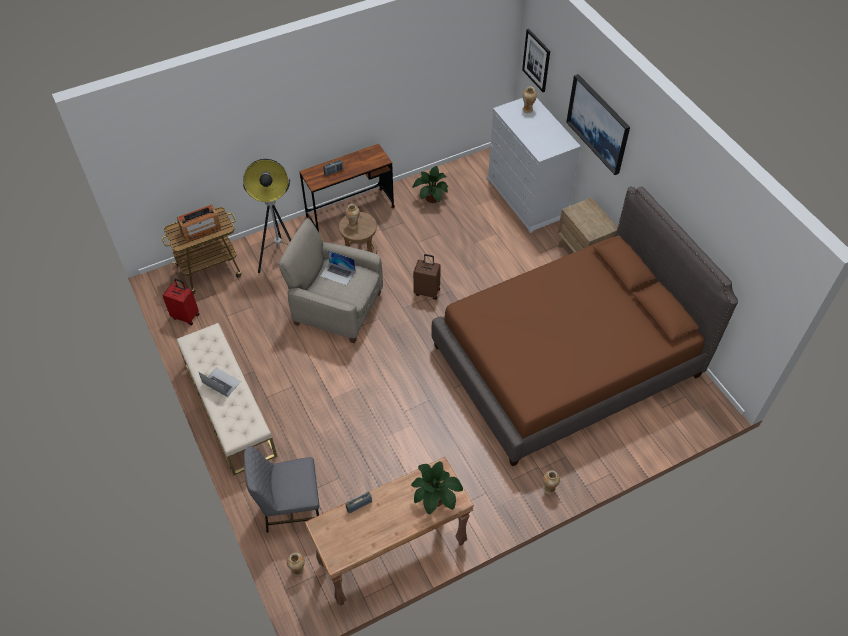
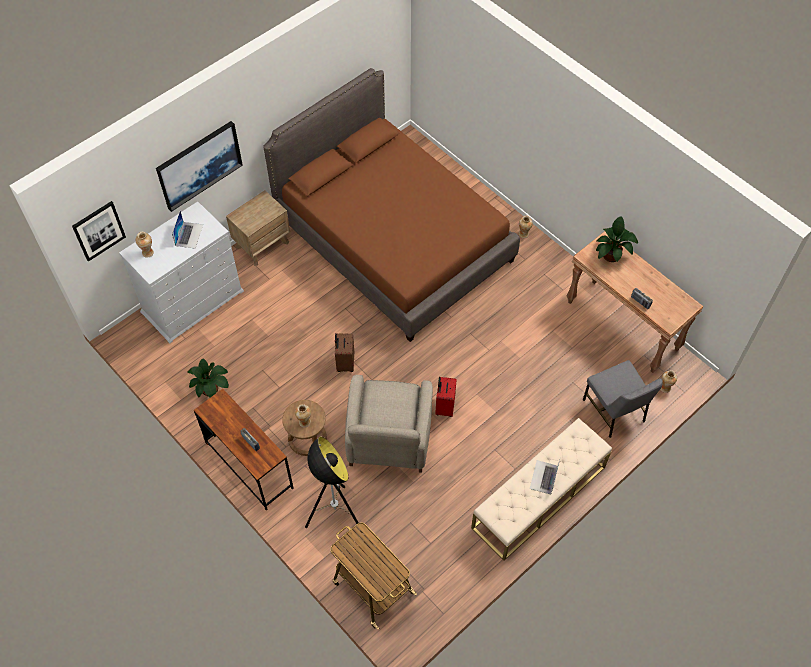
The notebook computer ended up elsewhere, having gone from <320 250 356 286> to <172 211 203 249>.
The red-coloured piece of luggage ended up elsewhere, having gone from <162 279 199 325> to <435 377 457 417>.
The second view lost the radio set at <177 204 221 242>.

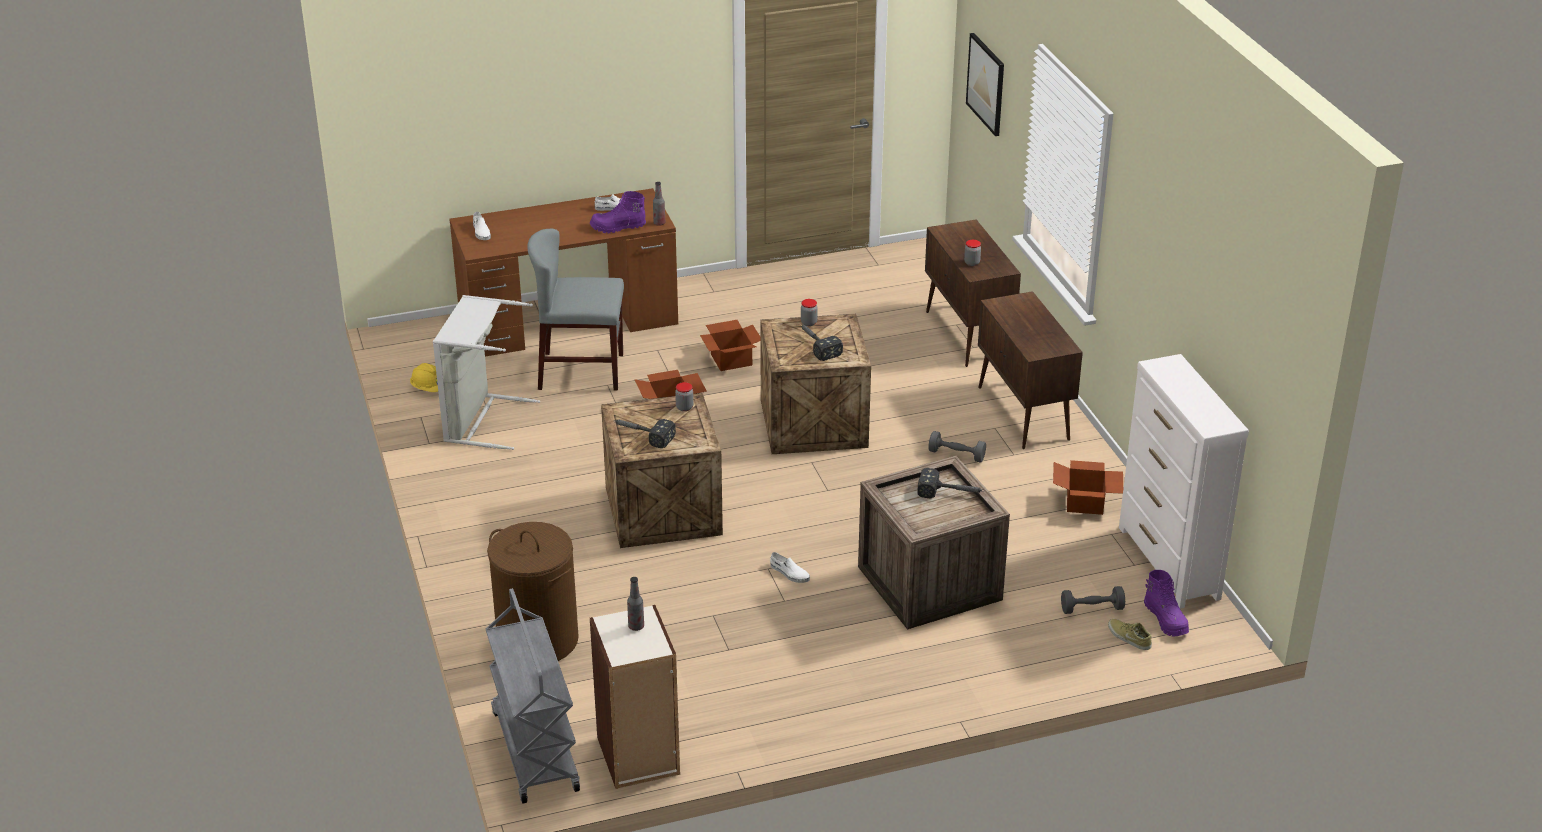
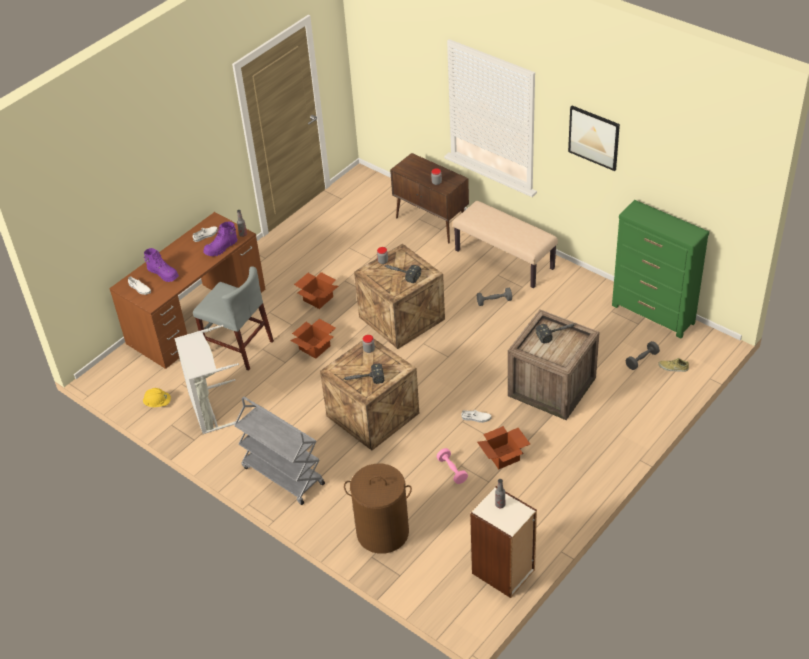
The purple boot ended up elsewhere, having gone from <1144 570 1189 636> to <144 248 179 282>.
The gray plain chair at <527 229 624 391> ended up facing another way, 120 degrees counterclockwise from before.
The gray cart ended up elsewhere, having gone from <486 588 580 804> to <234 397 325 505>.
The second view gained the pink-coloured hand weight at <437 448 468 484>.
Where the brown storage cabinet stood at <978 291 1083 449>, the sand-coloured indoor bench came to stand at <453 201 558 288>.
The carton ended up elsewhere, having gone from <1053 460 1123 515> to <477 426 530 469>.
The wall picture ended up elsewhere, having gone from <966 33 1004 136> to <568 106 620 171>.
What was the white chest of drawers at <1119 354 1249 609> turned into the green-coloured chest of drawers at <612 200 709 338>.

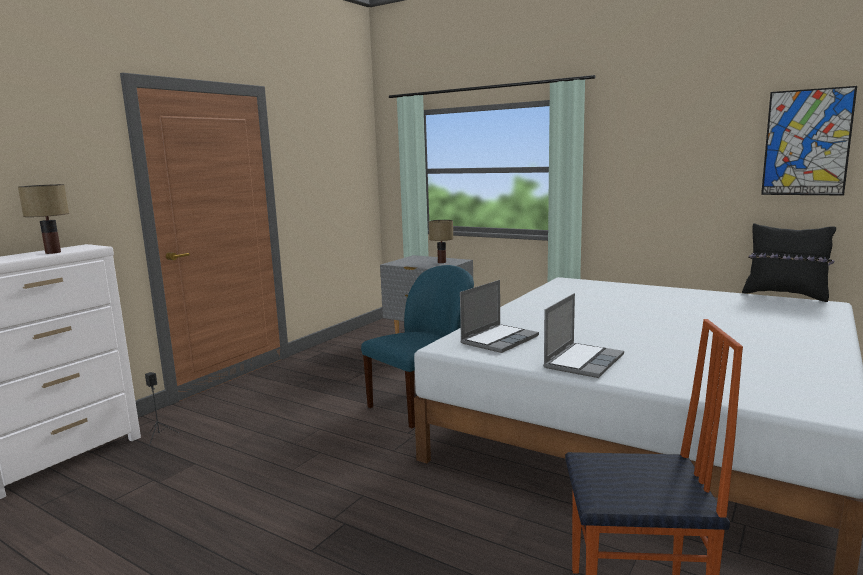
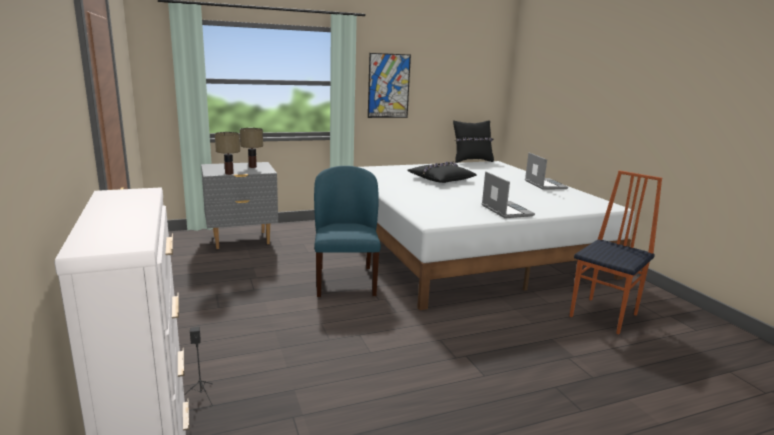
The table lamp ended up elsewhere, having gone from <18 184 69 254> to <215 132 240 175>.
The wall picture ended up elsewhere, having gone from <761 86 857 195> to <368 53 411 118>.
The second view gained the blackish throw pillow at <407 161 477 183>.
The notebook computer ended up elsewhere, having gone from <460 280 539 353> to <525 152 568 190>.

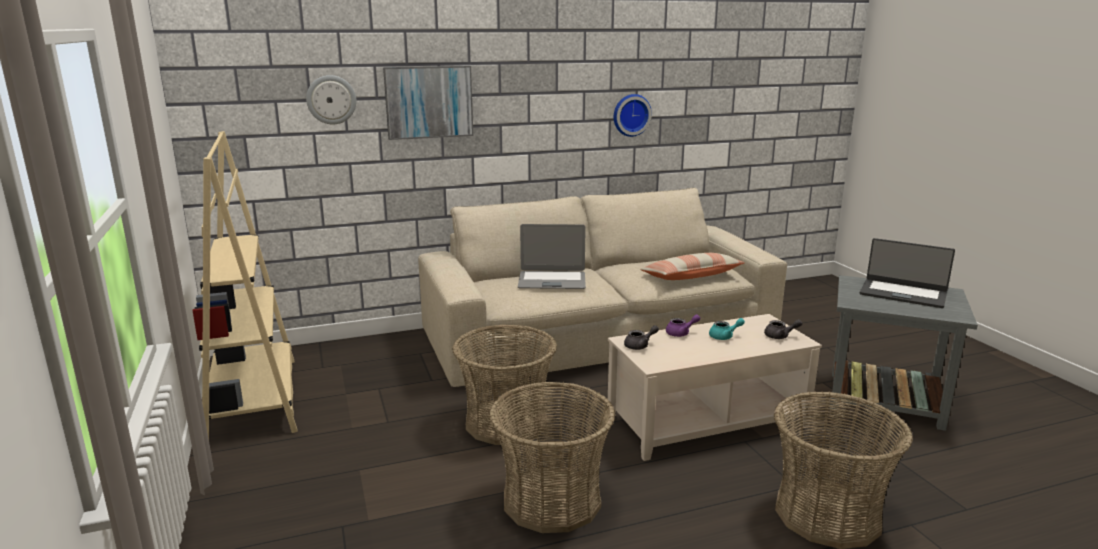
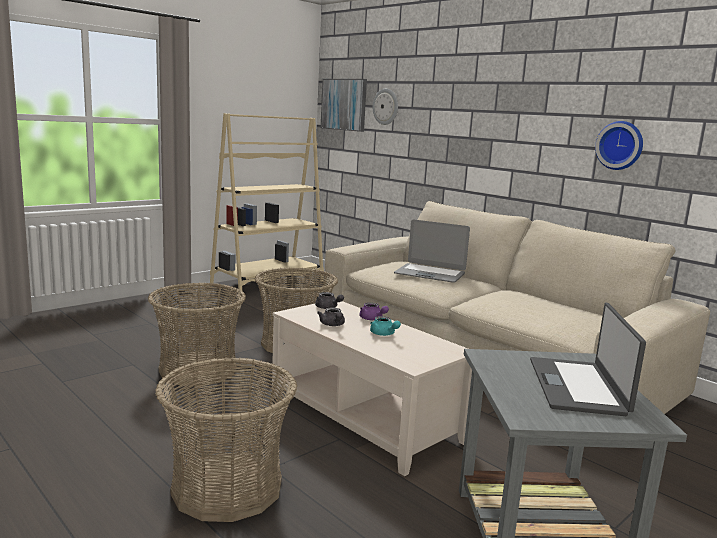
The gray pot for tea ended up elsewhere, having gone from <764 319 803 339> to <317 307 345 326>.
The wall picture ended up elsewhere, having gone from <383 66 473 140> to <321 79 367 132>.
The notebook computer at <518 224 586 289> ended up facing another way, 45 degrees counterclockwise from before.
The second view lost the throw pillow at <640 253 745 280>.

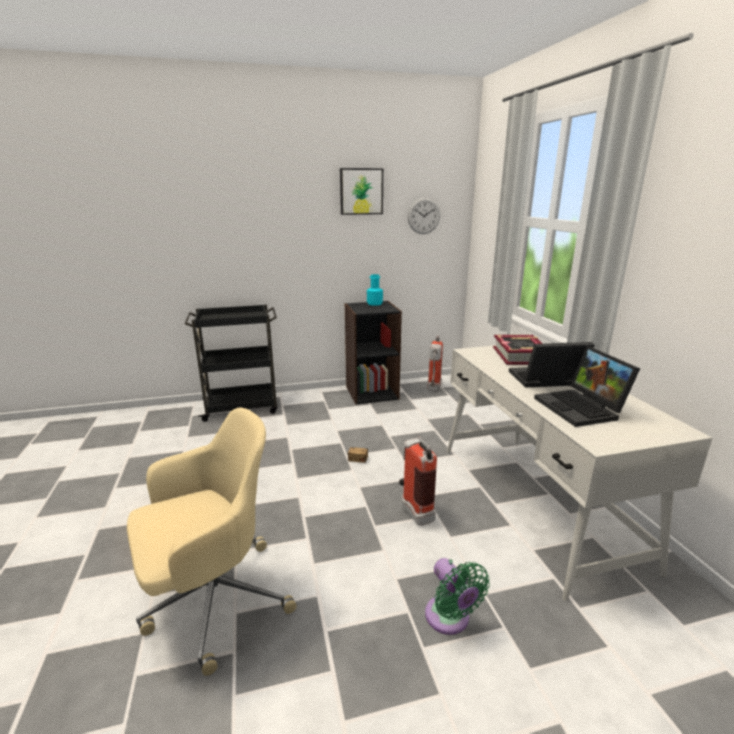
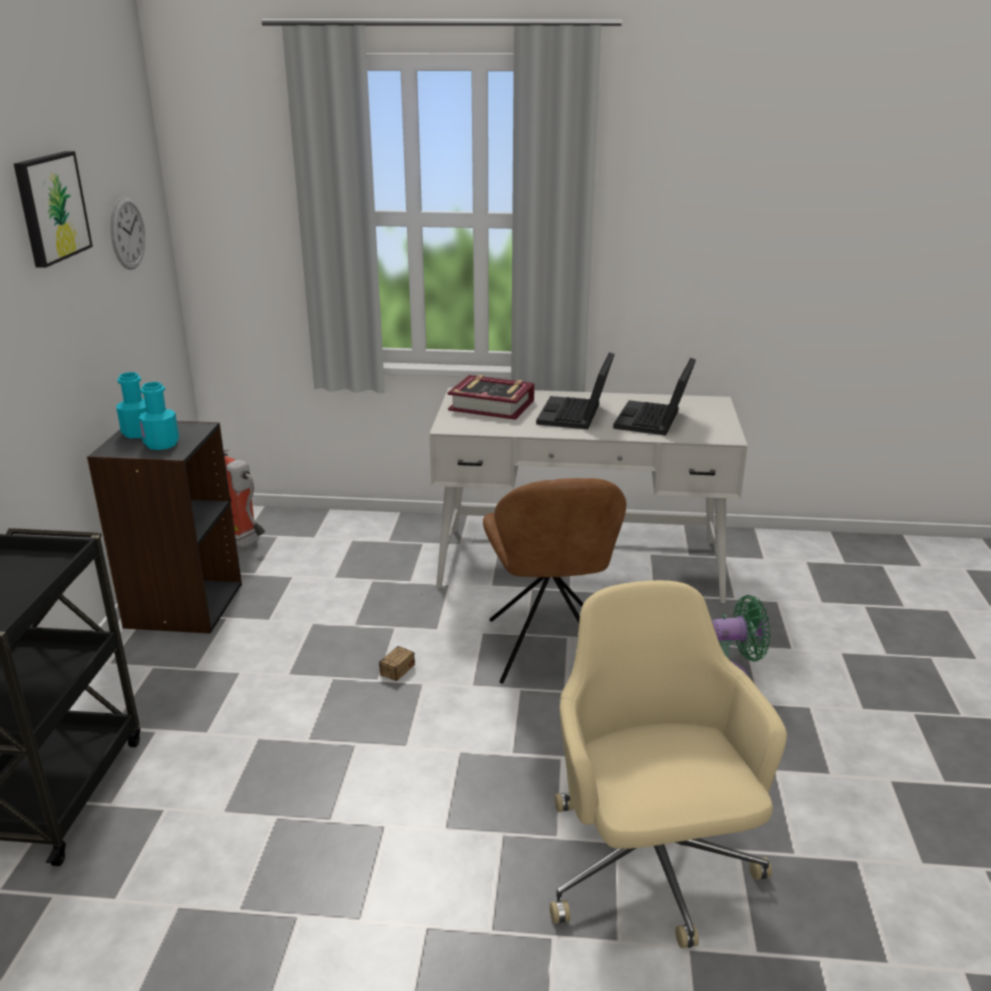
The second view gained the turquoise-coloured bottle at <139 382 179 450>.
Where the fire extinguisher stood at <399 436 437 526>, the brown plain chair came to stand at <483 478 626 684>.
The notebook computer at <534 346 640 427> ended up facing another way, 105 degrees clockwise from before.

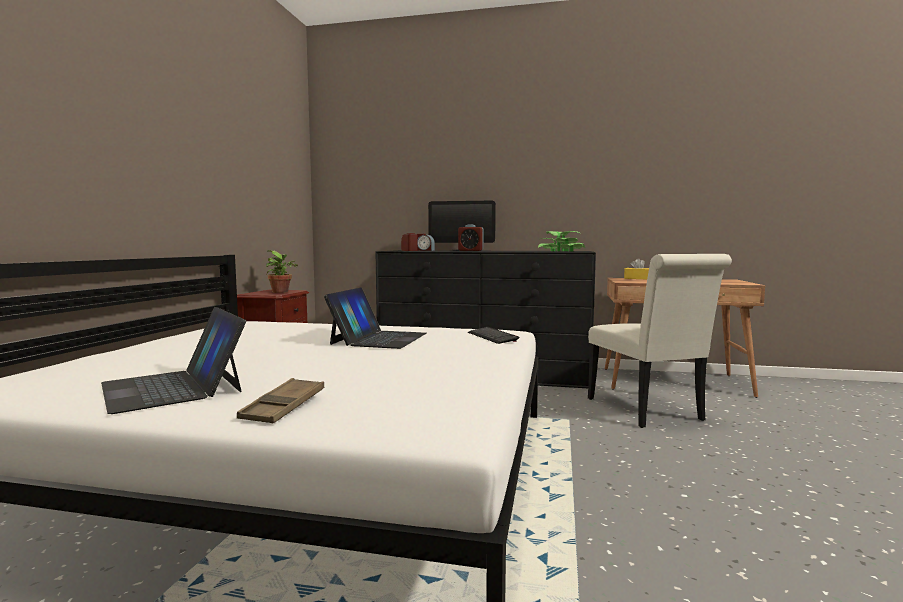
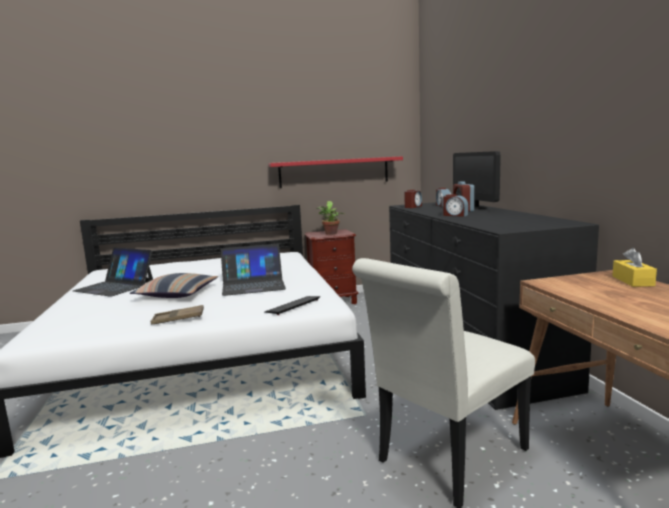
The notebook computer at <101 307 246 414> ended up facing another way, 90 degrees counterclockwise from before.
The second view gained the throw pillow at <130 273 218 298>.
The brown serving tray ended up elsewhere, having gone from <237 378 324 423> to <151 305 204 324>.
The second view gained the red-coloured bracket shelf at <268 156 403 188>.
The second view gained the bedside clock at <443 194 469 217>.
The second view lost the houseplant at <538 231 585 251>.

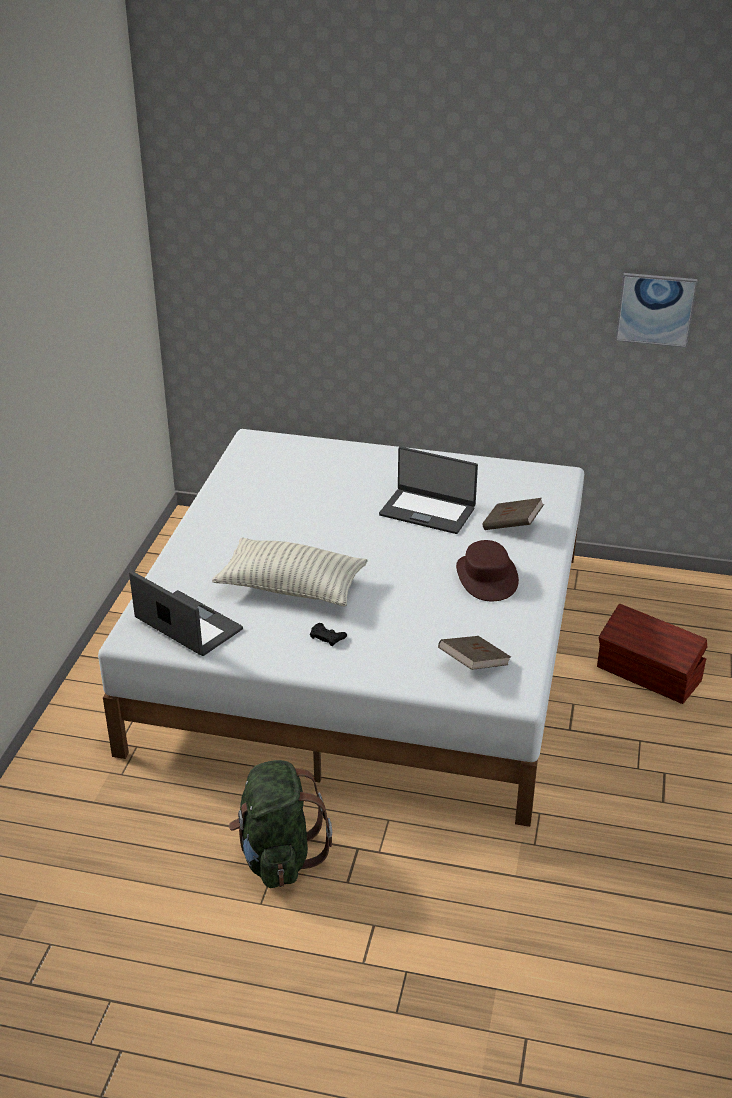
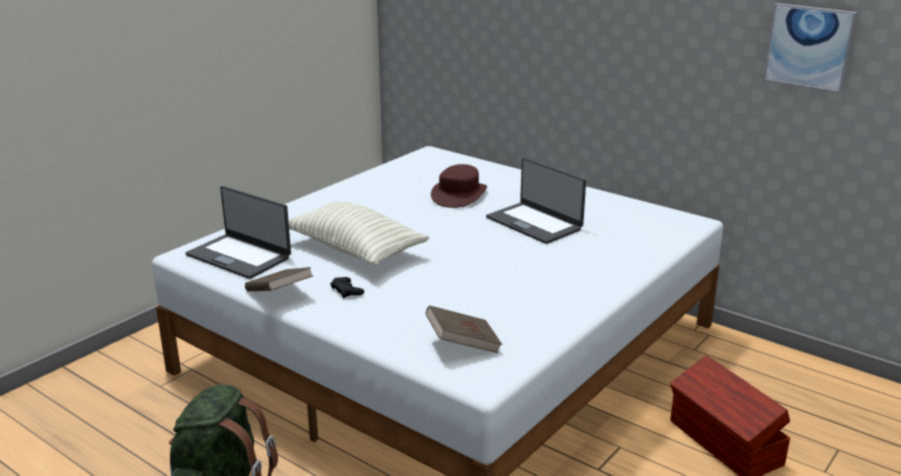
The notebook computer at <129 571 243 656> ended up facing another way, 150 degrees clockwise from before.
The brown bound book ended up elsewhere, having gone from <482 498 544 530> to <245 267 313 292>.
The brown clothing hat ended up elsewhere, having gone from <456 540 519 601> to <431 164 487 208>.

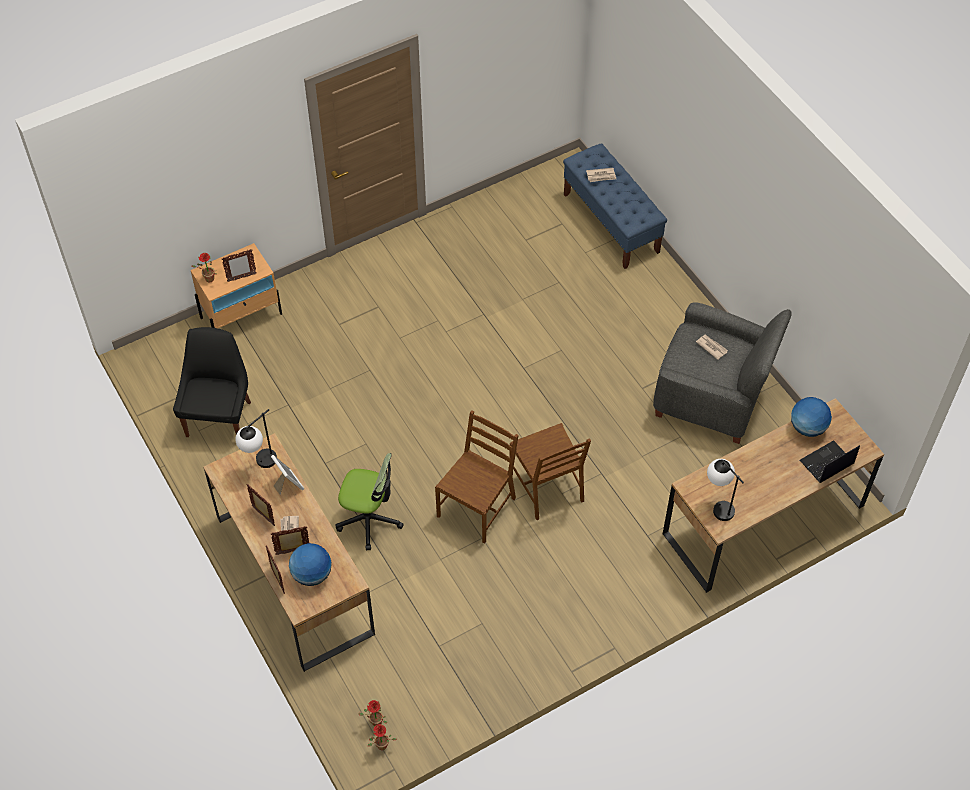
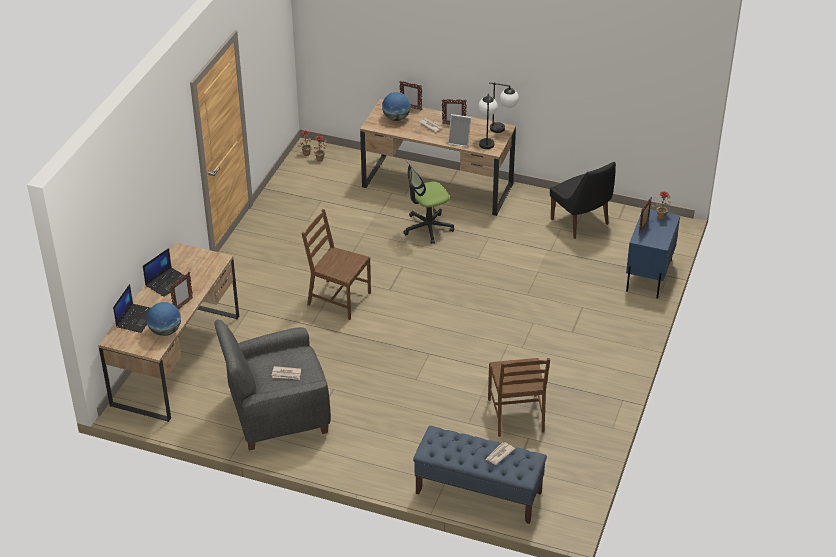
The second view gained the notebook computer at <143 248 184 297>.
The photo frame ended up elsewhere, having gone from <271 526 309 555> to <170 272 193 309>.
The brown plain chair ended up elsewhere, having gone from <435 410 519 544> to <488 358 550 437>.
The table lamp ended up elsewhere, having gone from <707 459 744 521> to <489 82 519 133>.
What was the sand-coloured bedside table at <191 243 282 328> turned into the bluish bedside table at <626 209 680 299>.

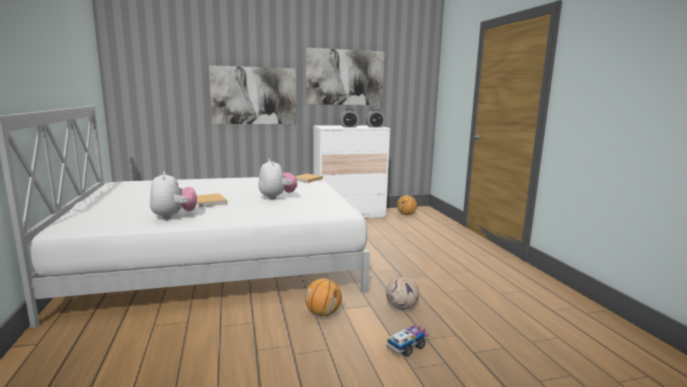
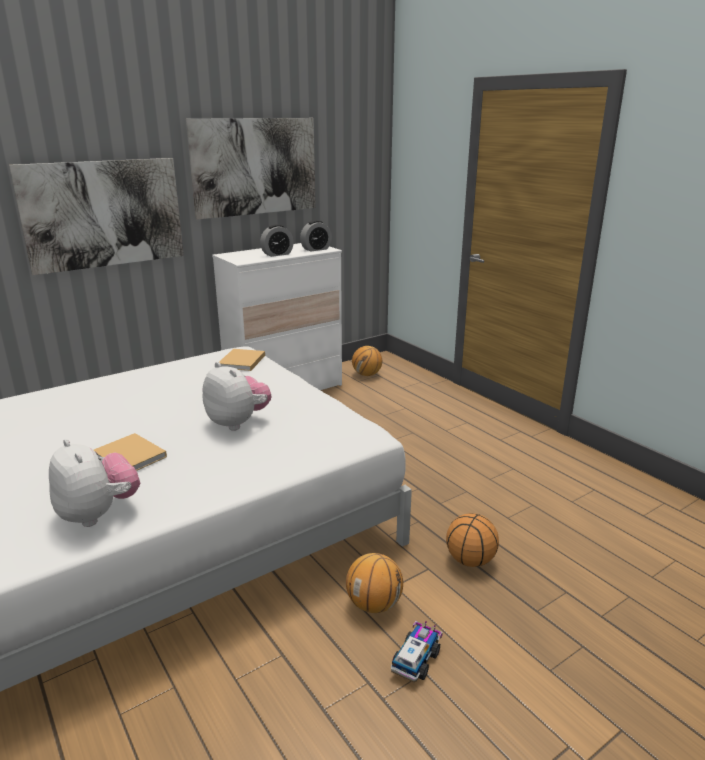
The toy lorry ended up elsewhere, having gone from <386 325 428 357> to <391 620 443 682>.
Where the football stood at <386 276 419 309>, the basketball ball came to stand at <446 513 499 567>.

